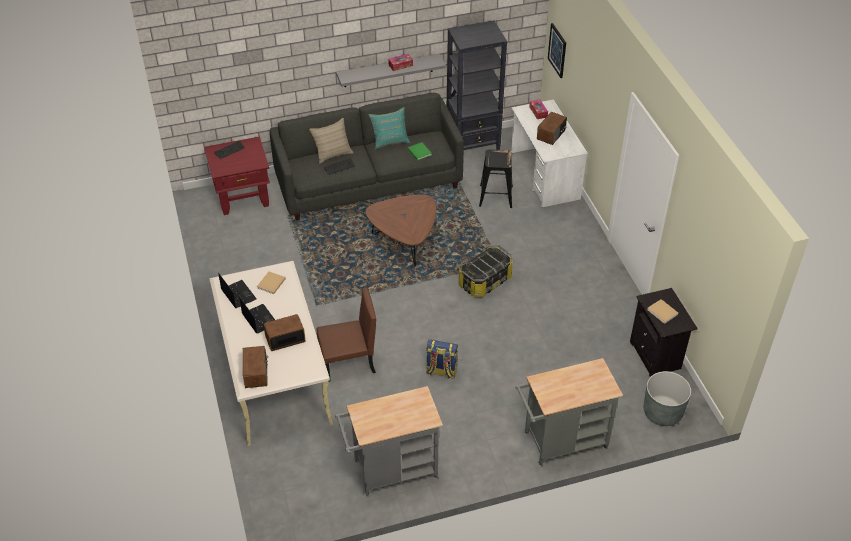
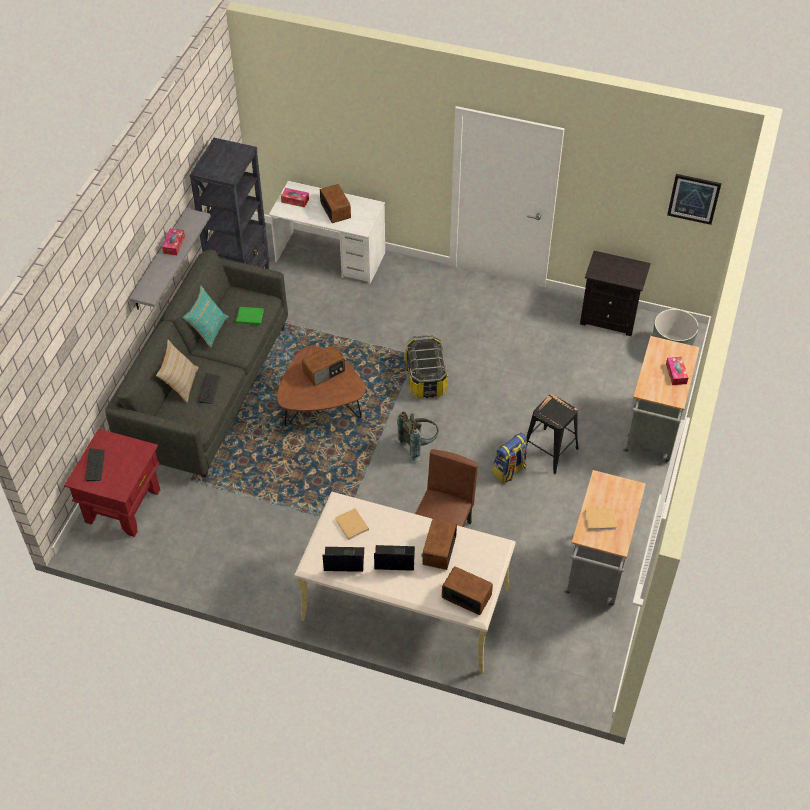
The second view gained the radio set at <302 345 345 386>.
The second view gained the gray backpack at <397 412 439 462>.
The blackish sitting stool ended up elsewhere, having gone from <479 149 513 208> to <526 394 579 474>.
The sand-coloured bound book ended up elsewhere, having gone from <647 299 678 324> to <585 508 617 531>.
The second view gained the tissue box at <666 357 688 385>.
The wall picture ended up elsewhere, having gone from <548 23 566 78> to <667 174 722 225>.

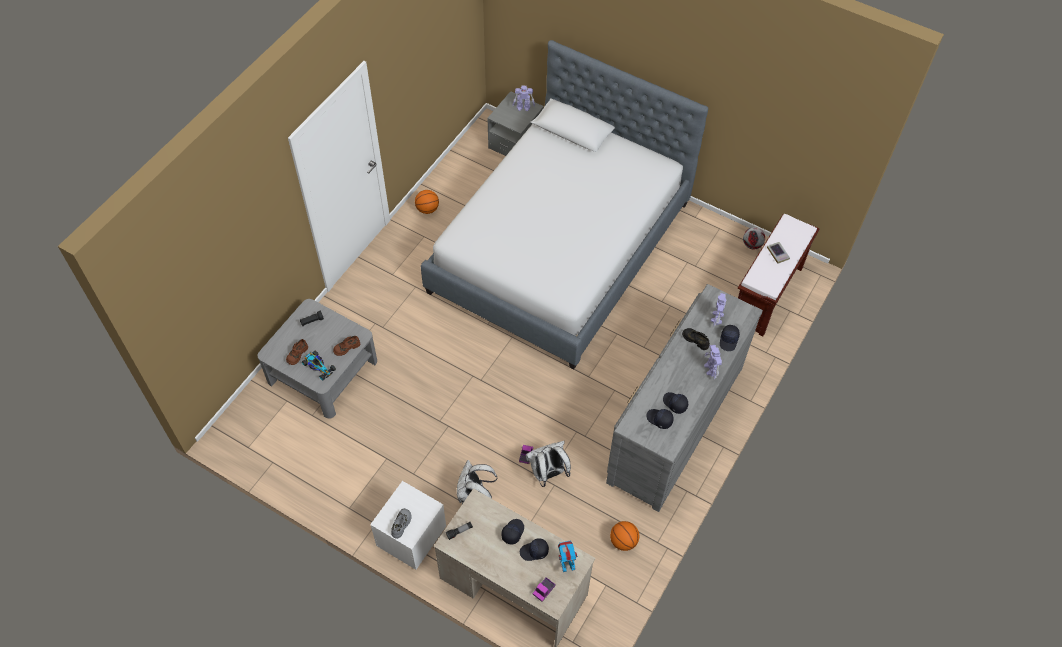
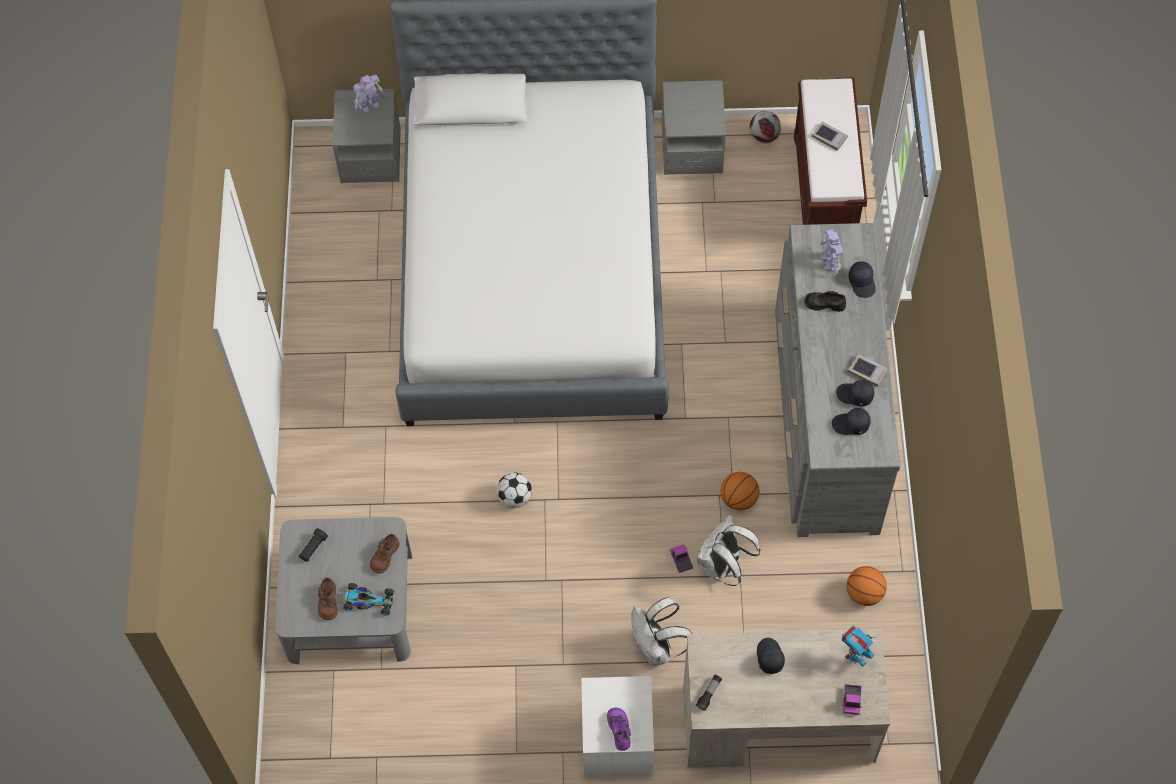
The second view gained the football at <497 472 532 508>.
What was the gray low shoe at <391 508 412 539> turned into the purple low shoe at <607 708 631 751>.
The second view gained the gray bedside table at <662 80 726 175>.
The basketball ball ended up elsewhere, having gone from <415 190 439 214> to <721 472 760 511>.
The second view gained the bound book at <848 354 888 387>.
The second view lost the blackish baseball cap at <520 538 549 561>.
The second view lost the model robot at <704 345 722 380>.

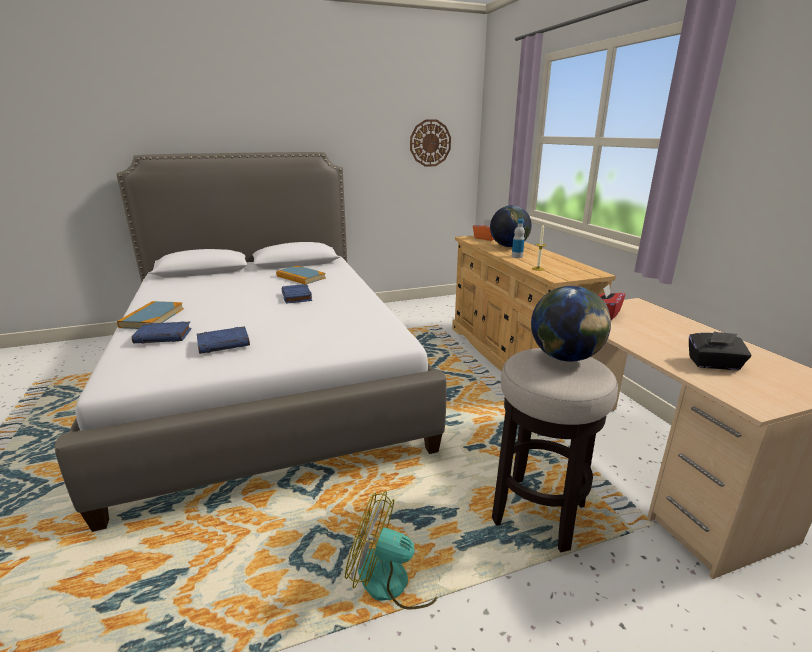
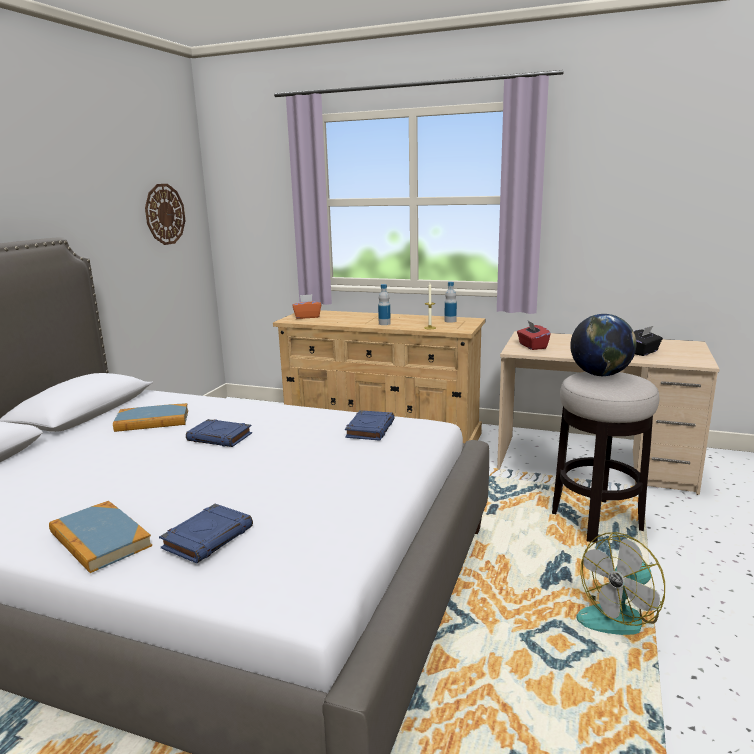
The bluish bound book ended up elsewhere, having gone from <197 326 250 354> to <345 410 395 440>.
The second view gained the bottle at <445 282 457 323>.
The second view lost the globe at <490 205 532 247>.

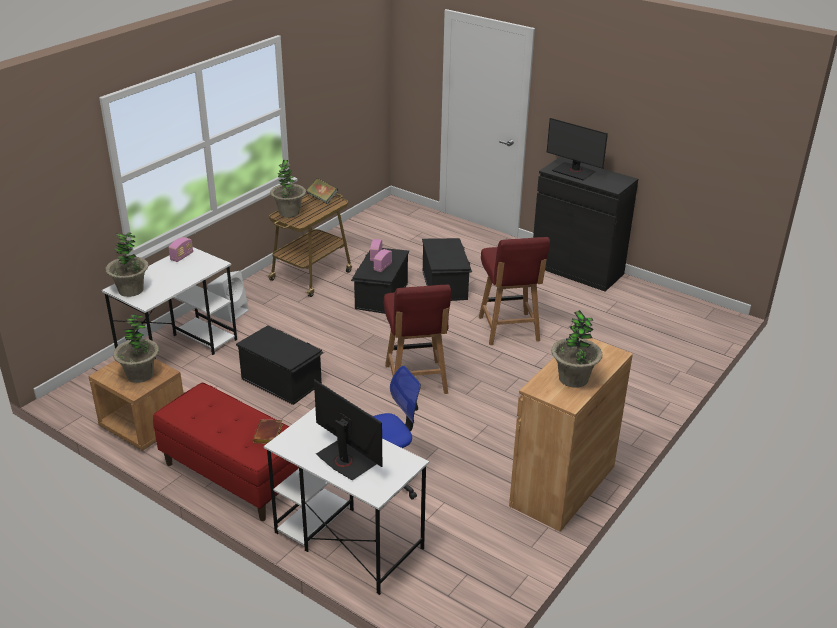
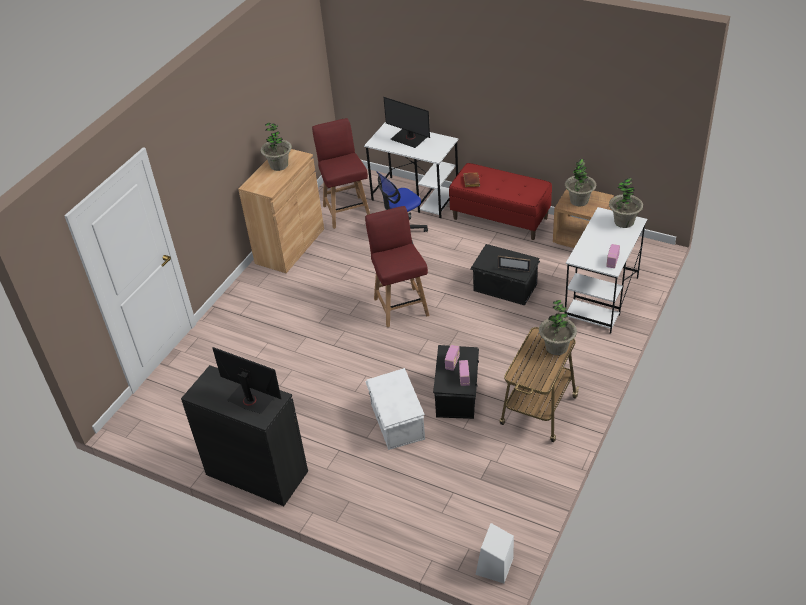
The red-coloured plain chair ended up elsewhere, having gone from <479 237 550 345> to <312 118 370 229>.
What was the blackish storage container at <422 238 472 301> turned into the white storage container at <365 368 425 450>.
The white speaker ended up elsewhere, having gone from <207 271 249 323> to <475 523 514 583>.
The second view gained the photo frame at <498 256 530 272>.
The second view lost the bound book at <306 178 338 204>.

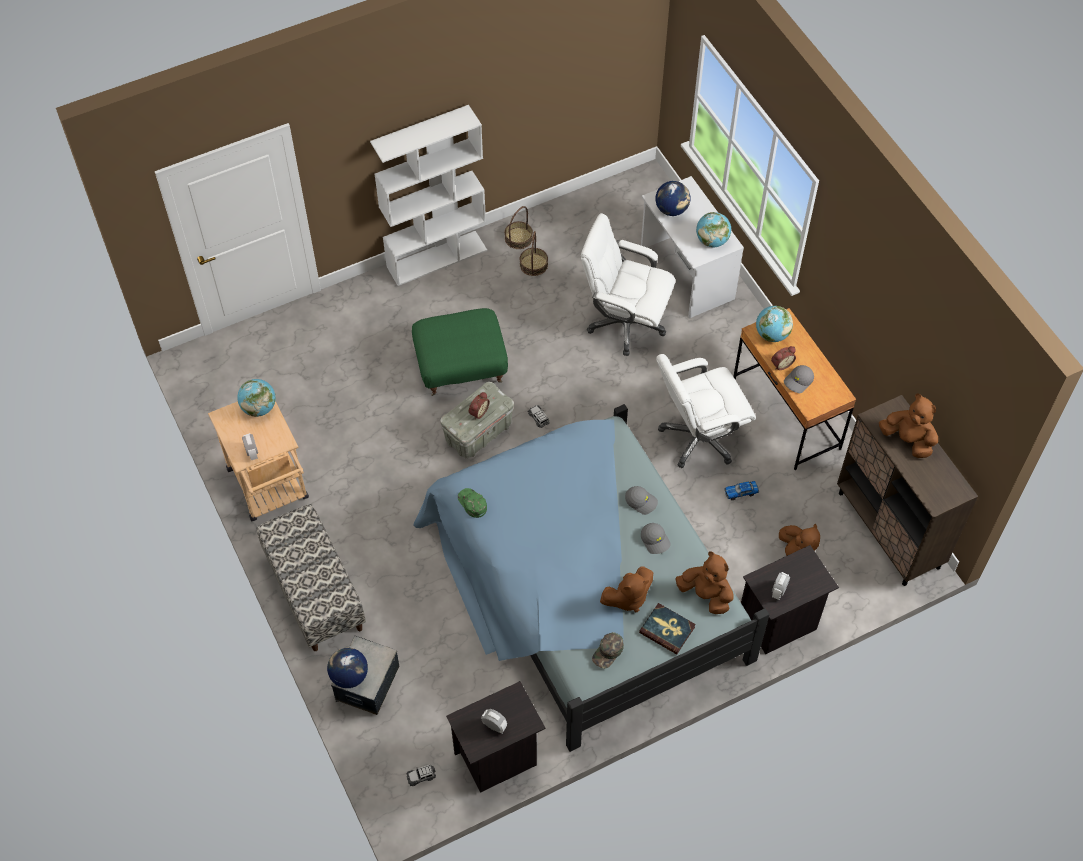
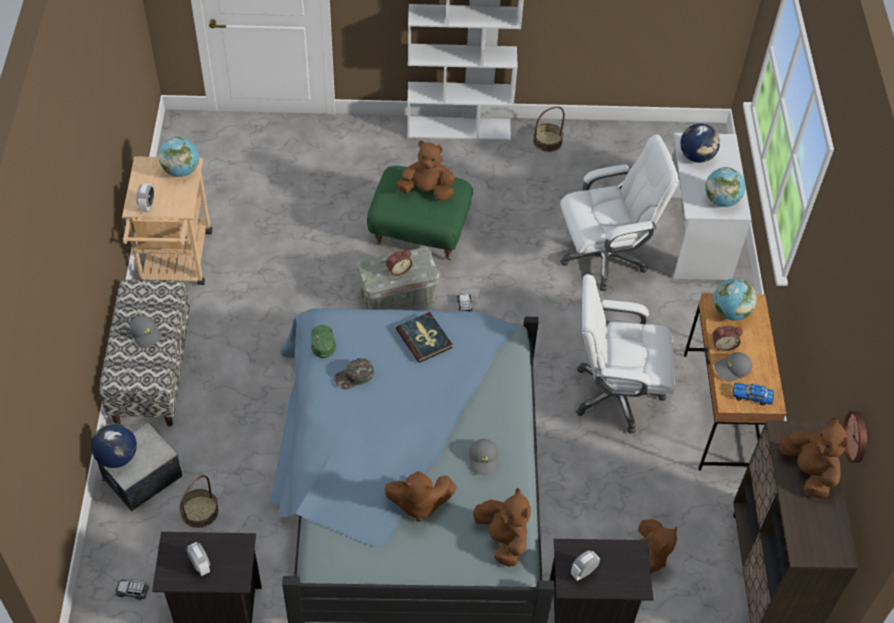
The gray baseball cap ended up elsewhere, having gone from <625 486 658 515> to <129 315 162 347>.
The basket ended up elsewhere, having gone from <520 231 548 276> to <180 475 219 528>.
The green-coloured baseball cap ended up elsewhere, having gone from <592 632 624 669> to <334 358 374 390>.
The second view gained the brown soft toy at <396 141 455 201>.
The bound book ended up elsewhere, having gone from <639 603 696 654> to <396 312 452 363>.
The white computer chair at <581 213 675 356> ended up facing another way, 120 degrees clockwise from before.
The toy car ended up elsewhere, having gone from <724 481 759 500> to <732 383 774 405>.
The second view gained the wall clock at <843 411 867 463>.

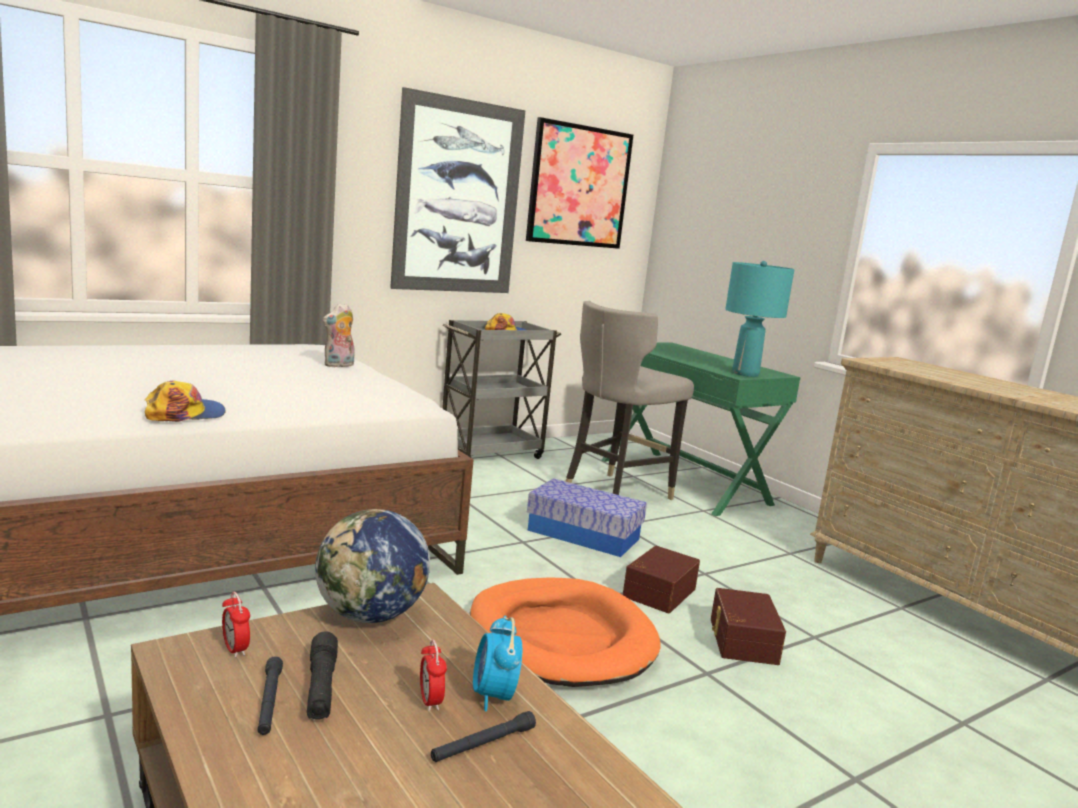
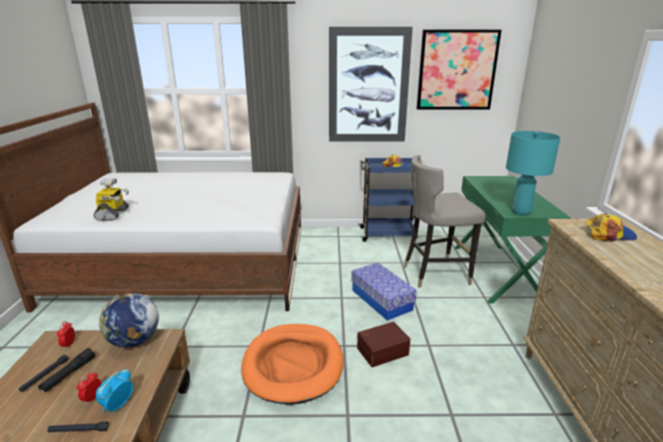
The second view gained the model robot at <94 178 129 221>.
What was the gray cart at <442 320 561 459> turned into the bluish cart at <358 158 426 242>.
The baseball cap ended up elsewhere, having gone from <145 380 226 422> to <585 213 637 242>.
The second view lost the soft toy at <323 303 355 367>.
The second view lost the brown storage container at <711 588 786 665>.

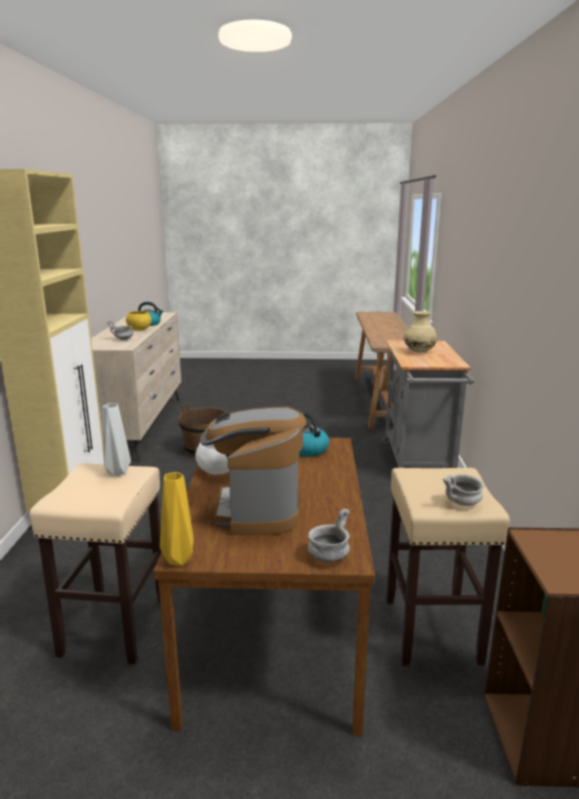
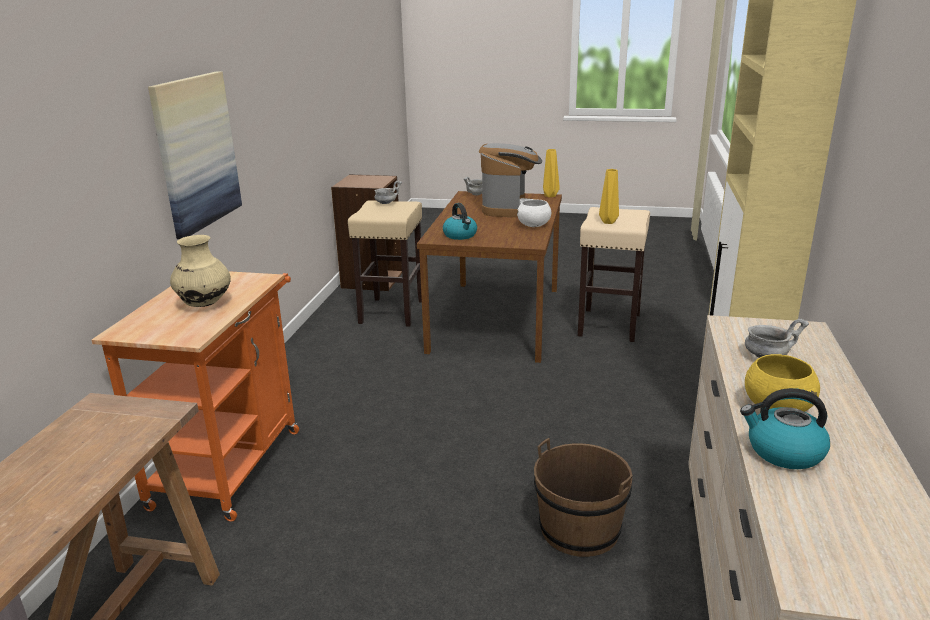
What was the gray cart at <382 341 475 468> turned into the orange cart at <92 271 299 522>.
The second view gained the wall picture at <148 72 242 239>.
What was the white flower vase at <102 403 131 476> turned into the yellow-coloured flower vase at <599 169 619 224>.

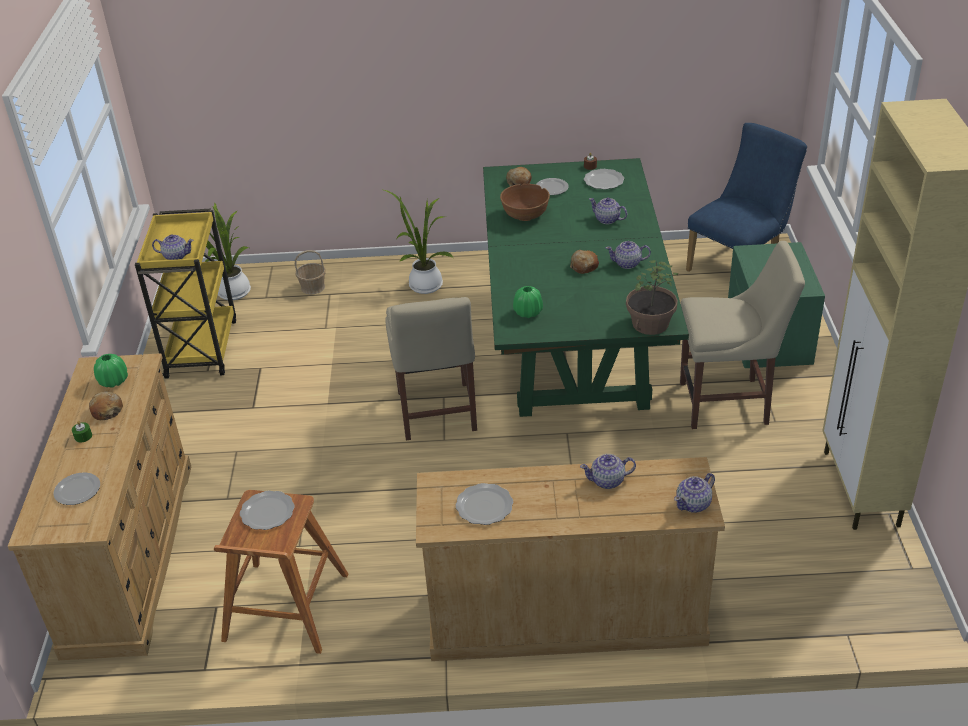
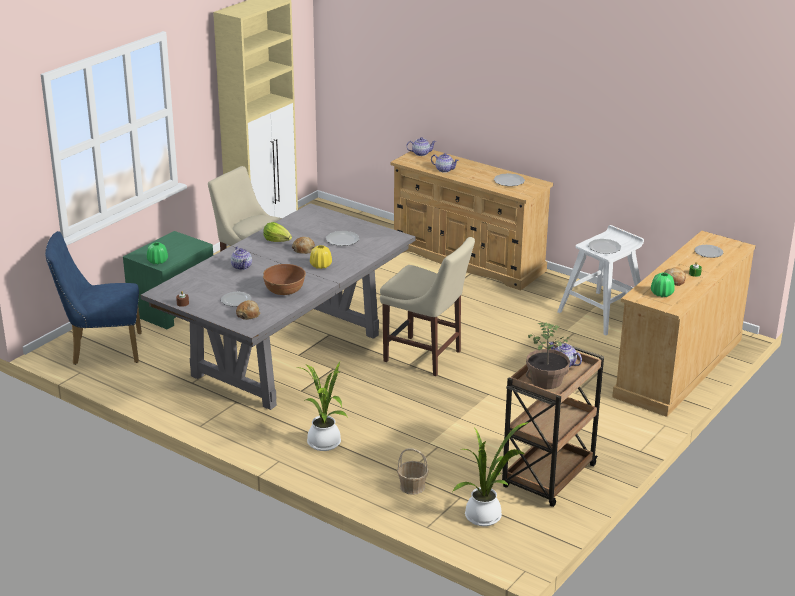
What was the green-coloured dinner table at <483 158 689 417> turned into the gray dinner table at <140 203 416 410>.
The green-coloured flower vase ended up elsewhere, having gone from <513 286 543 318> to <147 242 168 264>.
Where the pot for tea stood at <606 241 651 269>, the lettuce came to stand at <263 222 292 242>.
The second view gained the yellow-coloured flower vase at <310 245 332 269>.
The dinner plate ended up elsewhere, having gone from <584 169 624 189> to <326 231 359 246>.
The sand-coloured plain chair at <385 297 477 440> ended up facing another way, 90 degrees clockwise from before.
What was the yellow-coloured cart at <135 209 236 379> turned into the brown cart at <502 342 604 507>.
The houseplant ended up elsewhere, having gone from <626 260 678 335> to <526 322 571 389>.
What was the brown sitting stool at <214 490 348 654> turned into the white sitting stool at <557 225 644 335>.

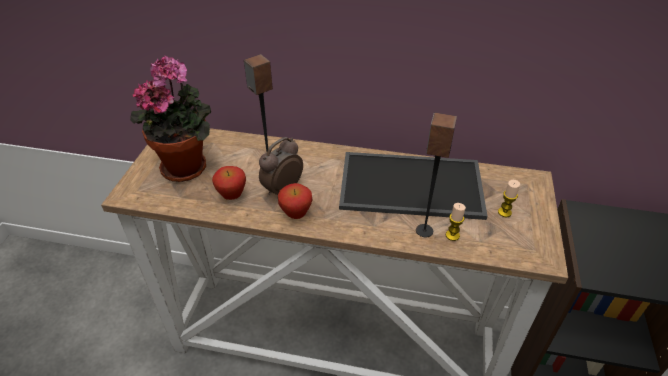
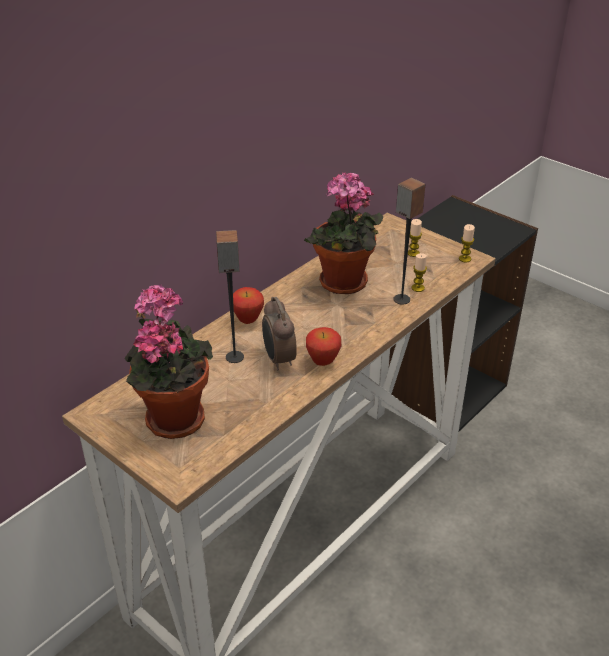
The apple fruit ended up elsewhere, having gone from <212 166 246 200> to <233 287 264 324>.
Where the serving tray stood at <339 152 488 220>, the houseplant came to stand at <304 172 383 294>.
The second view gained the wax candle at <459 224 475 262>.

